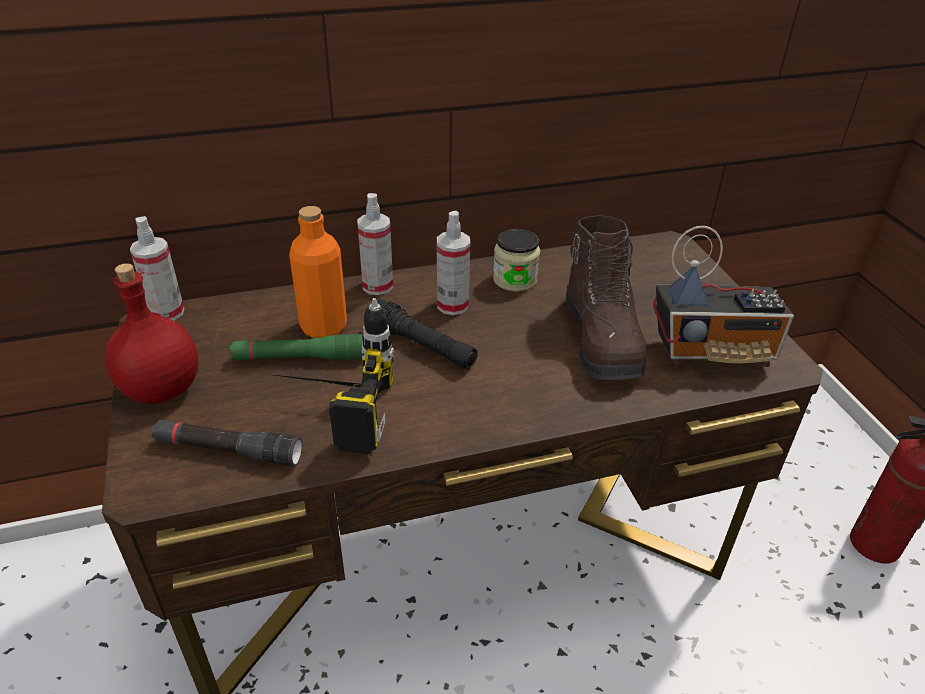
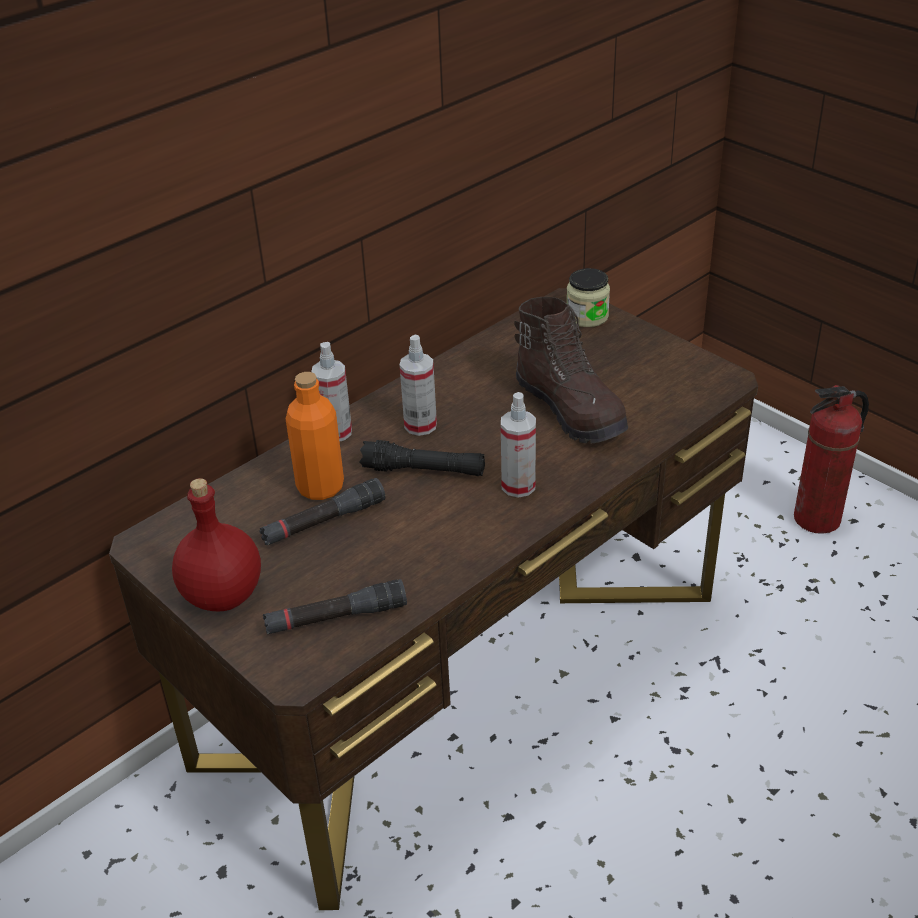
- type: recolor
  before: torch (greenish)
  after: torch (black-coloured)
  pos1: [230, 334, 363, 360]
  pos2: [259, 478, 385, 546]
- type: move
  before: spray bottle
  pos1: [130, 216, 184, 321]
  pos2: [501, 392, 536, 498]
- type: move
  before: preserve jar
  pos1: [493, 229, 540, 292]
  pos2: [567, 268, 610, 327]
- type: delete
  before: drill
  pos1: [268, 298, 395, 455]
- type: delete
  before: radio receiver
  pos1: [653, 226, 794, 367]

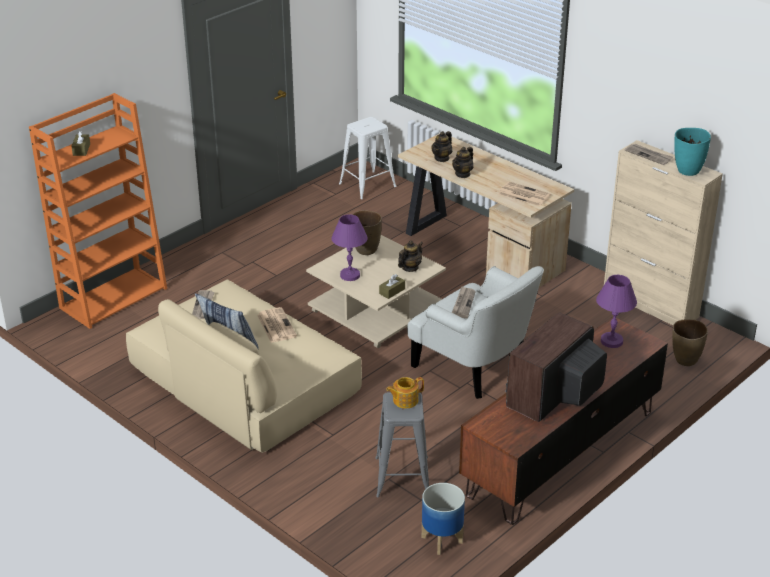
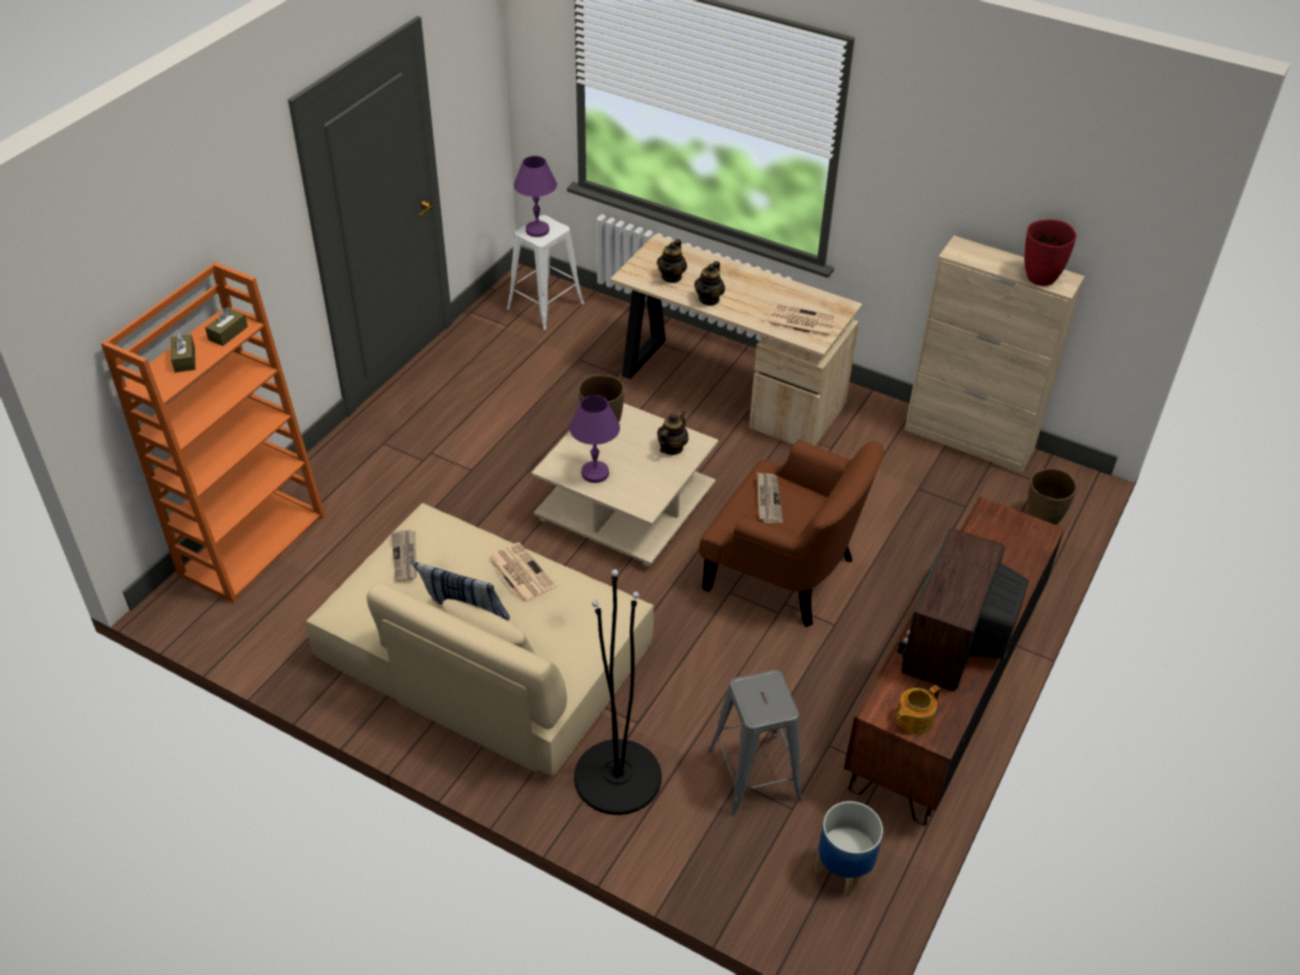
- type: move
  before: tissue box (brown-coloured)
  pos1: [379, 274, 405, 299]
  pos2: [205, 307, 248, 346]
- type: move
  before: lamp for a table (purplish)
  pos1: [596, 275, 637, 348]
  pos2: [514, 156, 557, 237]
- type: insert
  after: floor lamp (black-coloured)
  pos2: [574, 569, 662, 815]
- type: recolor
  before: easy chair (white)
  after: easy chair (brown-coloured)
  pos1: [407, 266, 544, 399]
  pos2: [699, 439, 884, 627]
- type: move
  before: teapot
  pos1: [386, 377, 424, 408]
  pos2: [896, 685, 940, 734]
- type: recolor
  before: flower vase (turquoise-coloured)
  after: flower vase (red-coloured)
  pos1: [674, 128, 711, 176]
  pos2: [1024, 219, 1077, 286]
- type: delete
  before: printed paper
  pos1: [624, 144, 673, 165]

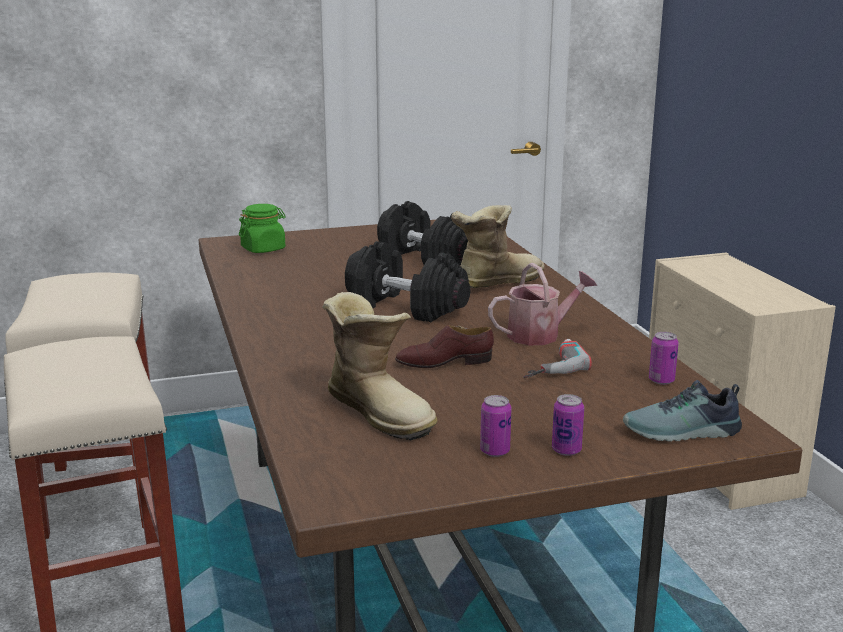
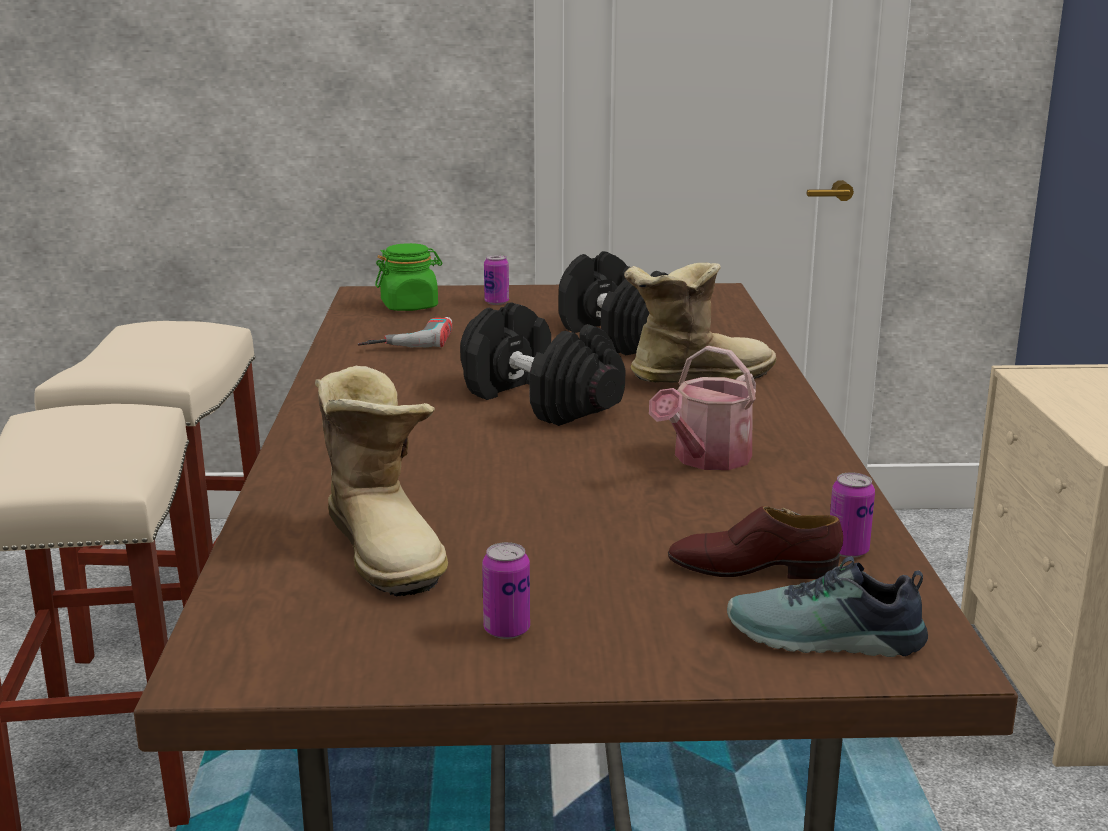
- type: move
  before: drill
  pos1: [524, 339, 592, 378]
  pos2: [358, 317, 452, 347]
- type: move
  before: metal can
  pos1: [552, 394, 584, 456]
  pos2: [484, 255, 509, 305]
- type: rotate
  before: watering can
  pos1: [488, 263, 597, 345]
  pos2: [649, 346, 756, 470]
  turn: 135
- type: move
  before: item of footwear (brown-coloured)
  pos1: [395, 325, 494, 368]
  pos2: [668, 506, 843, 579]

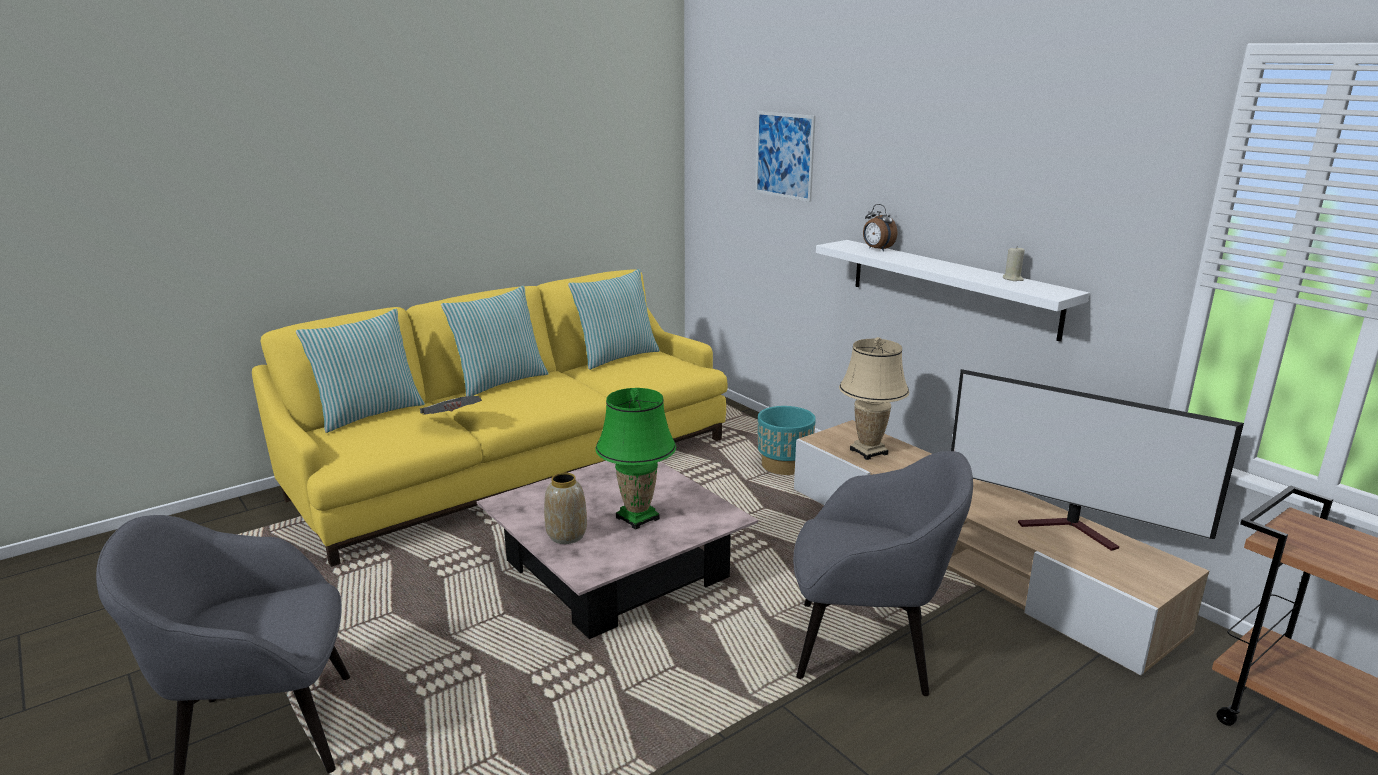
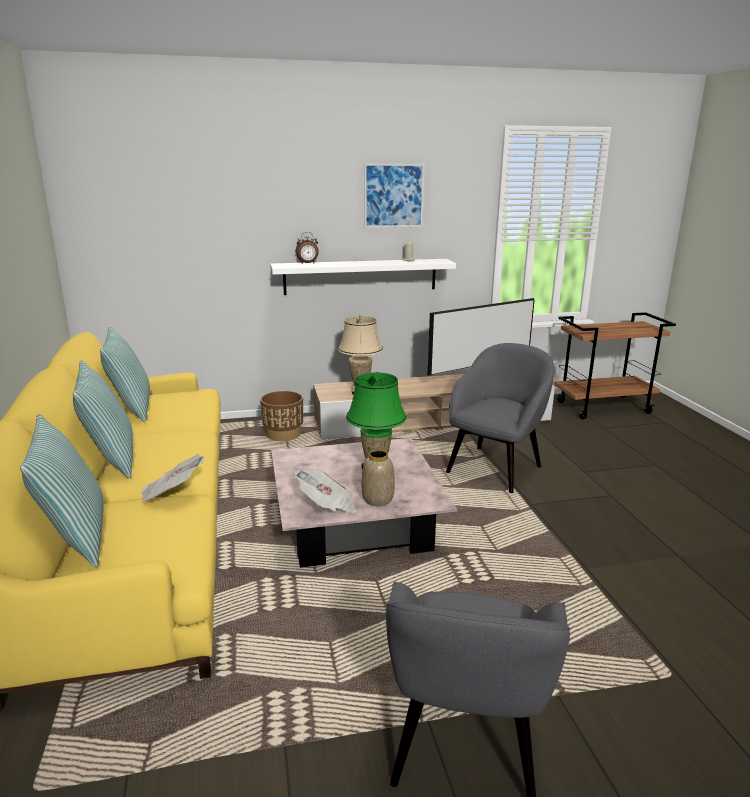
- type: recolor
  before: plant pot (turquoise-coloured)
  after: plant pot (brown-coloured)
  pos1: [758, 406, 816, 475]
  pos2: [260, 391, 303, 441]
- type: insert
  after: printed paper
  pos2: [295, 469, 357, 513]
- type: move
  before: wall art
  pos1: [755, 111, 815, 202]
  pos2: [364, 163, 425, 228]

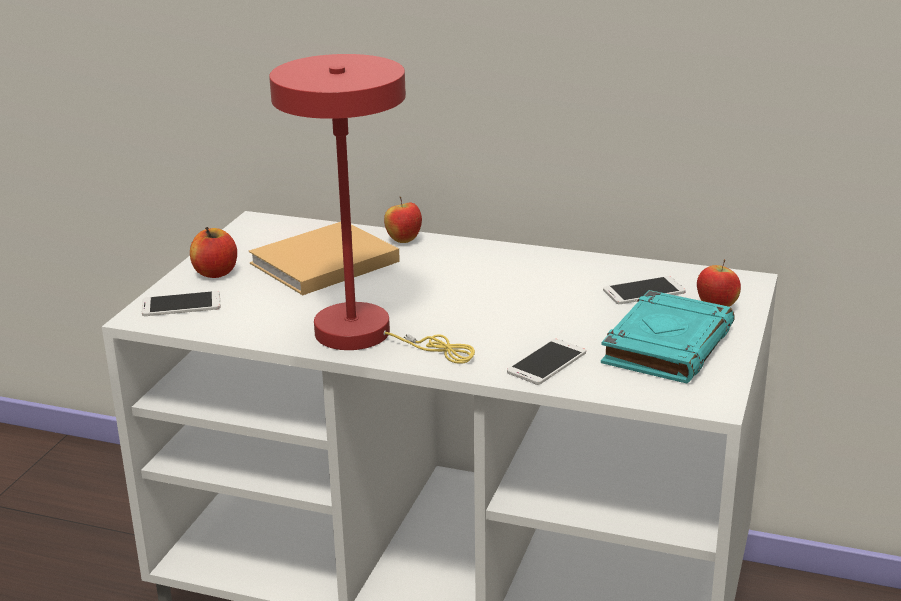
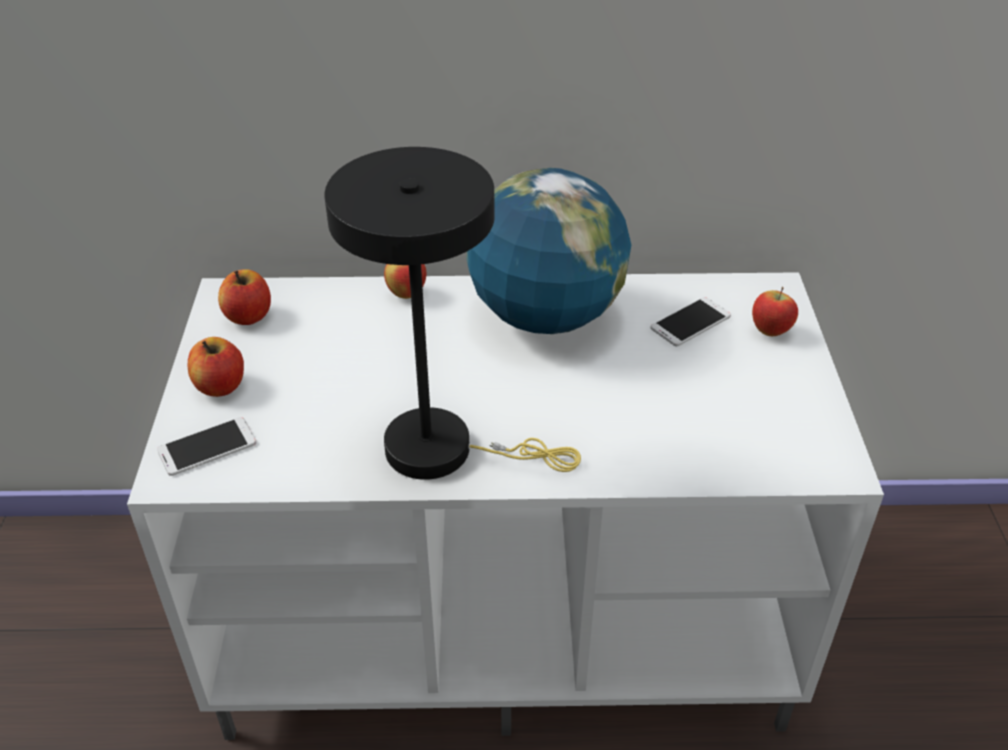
- type: insert
  after: whole apple
  pos2: [218, 269, 271, 325]
- type: recolor
  before: lamp for a table (red-coloured)
  after: lamp for a table (black-coloured)
  pos1: [269, 54, 475, 364]
  pos2: [324, 147, 581, 480]
- type: insert
  after: globe
  pos2: [466, 168, 631, 334]
- type: delete
  before: bound book (beige-coloured)
  pos1: [249, 222, 400, 295]
- type: delete
  before: handset
  pos1: [507, 339, 586, 385]
- type: delete
  before: bound book (turquoise-coloured)
  pos1: [601, 290, 735, 383]

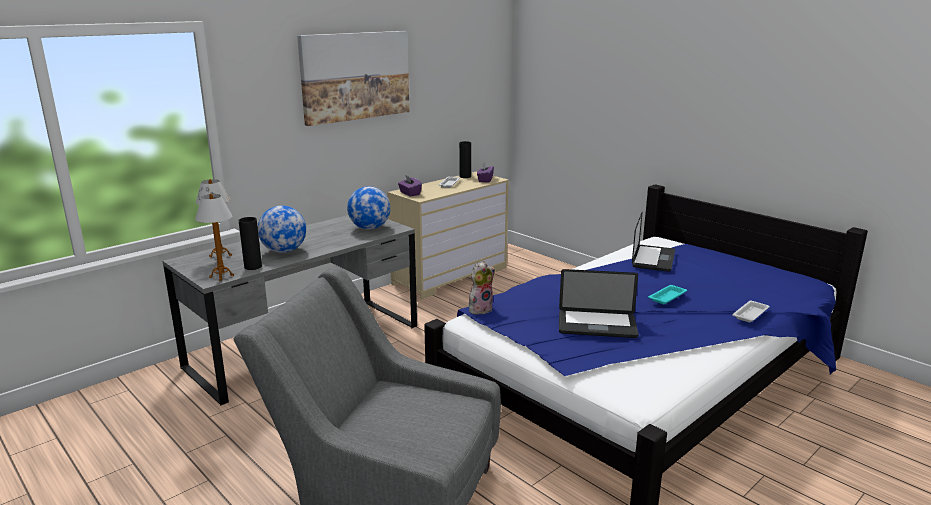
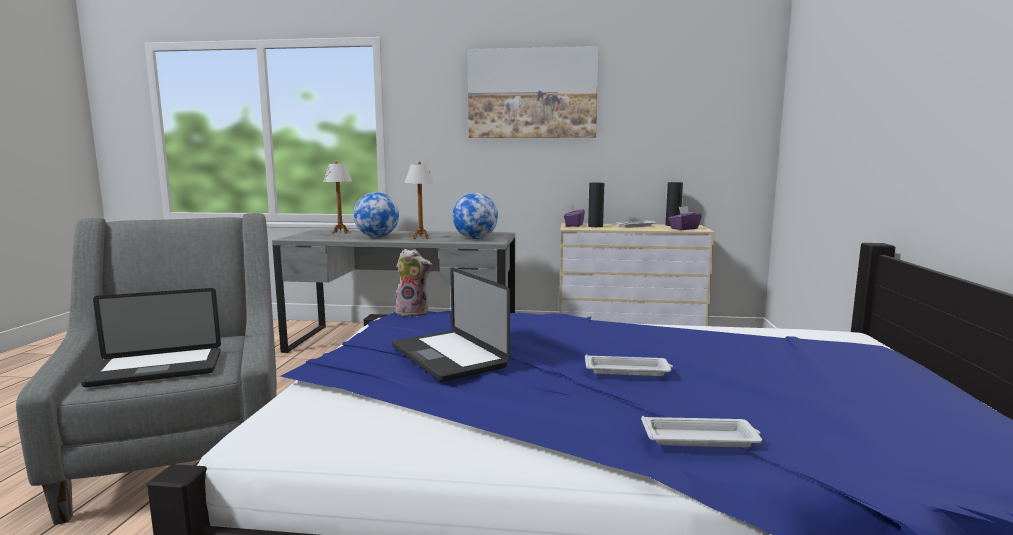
- type: move
  before: laptop
  pos1: [632, 212, 675, 272]
  pos2: [81, 288, 221, 387]
- type: move
  before: lamp for a table
  pos1: [195, 194, 234, 281]
  pos2: [404, 161, 435, 239]
- type: recolor
  before: tray (turquoise-coloured)
  after: tray (white)
  pos1: [648, 285, 687, 304]
  pos2: [585, 355, 673, 376]
- type: move
  before: flower vase (black-coloured)
  pos1: [239, 217, 262, 270]
  pos2: [588, 183, 604, 227]

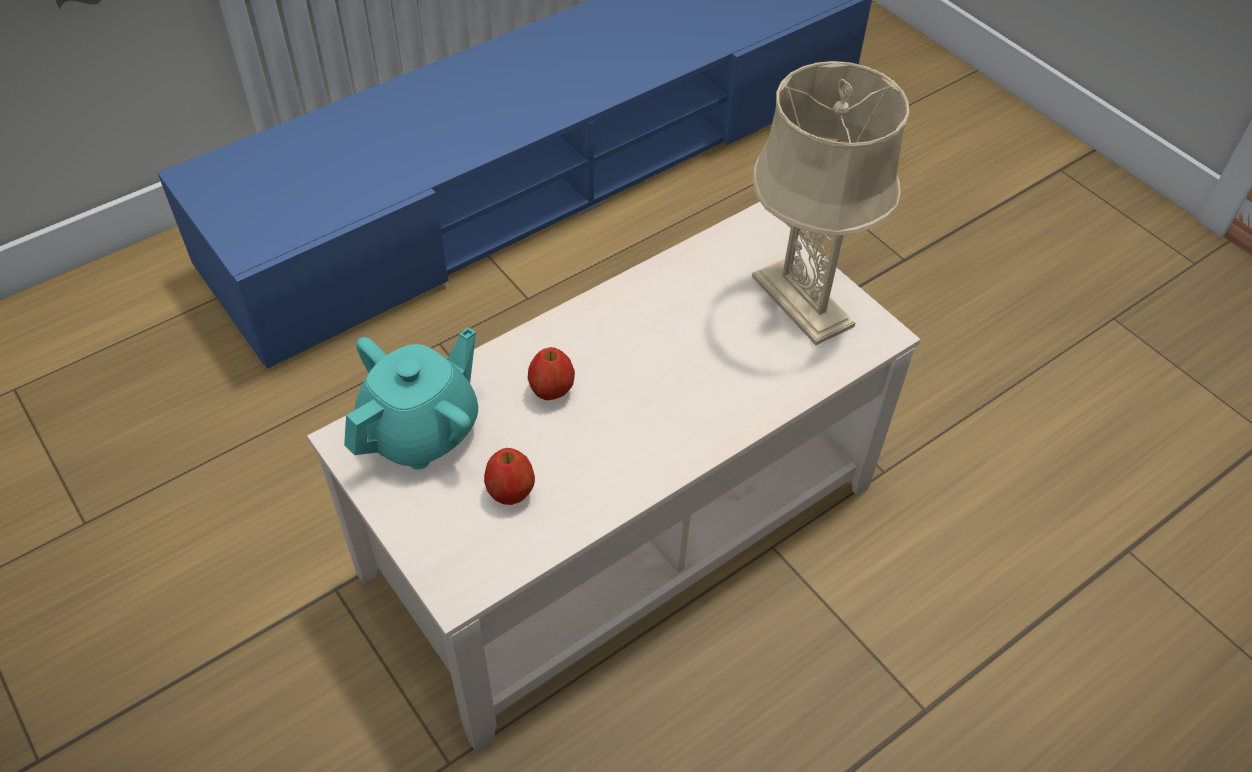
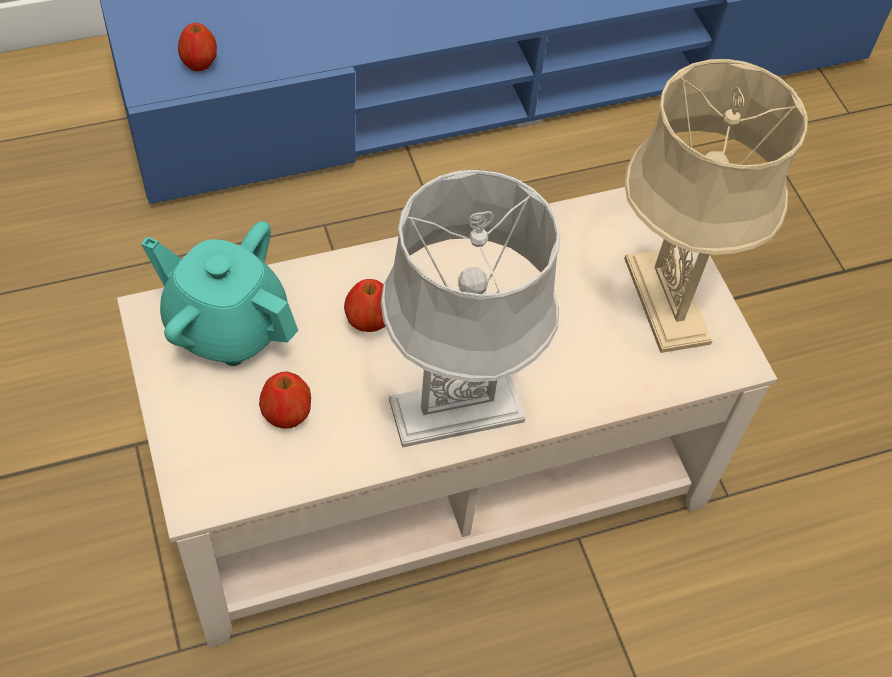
- type: rotate
  before: teapot (turquoise-coloured)
  pos1: [344, 327, 478, 470]
  pos2: [141, 221, 298, 366]
  turn: -120
- type: insert
  after: whole apple
  pos2: [178, 23, 217, 71]
- type: insert
  after: lamp for a table (gray)
  pos2: [381, 169, 560, 448]

